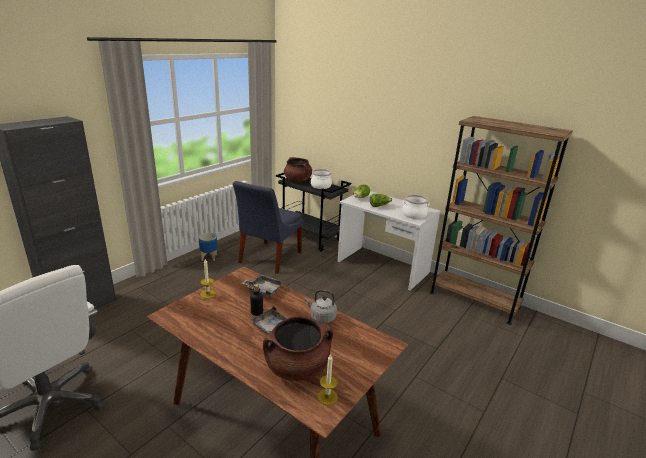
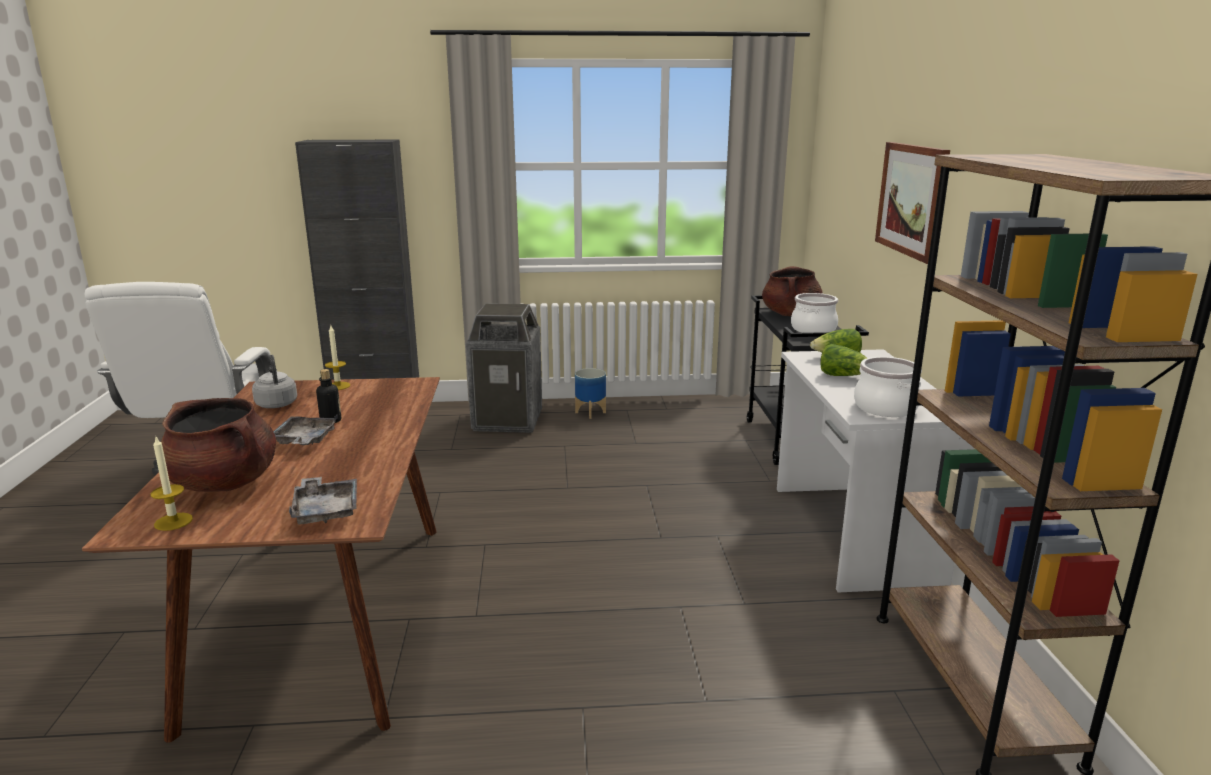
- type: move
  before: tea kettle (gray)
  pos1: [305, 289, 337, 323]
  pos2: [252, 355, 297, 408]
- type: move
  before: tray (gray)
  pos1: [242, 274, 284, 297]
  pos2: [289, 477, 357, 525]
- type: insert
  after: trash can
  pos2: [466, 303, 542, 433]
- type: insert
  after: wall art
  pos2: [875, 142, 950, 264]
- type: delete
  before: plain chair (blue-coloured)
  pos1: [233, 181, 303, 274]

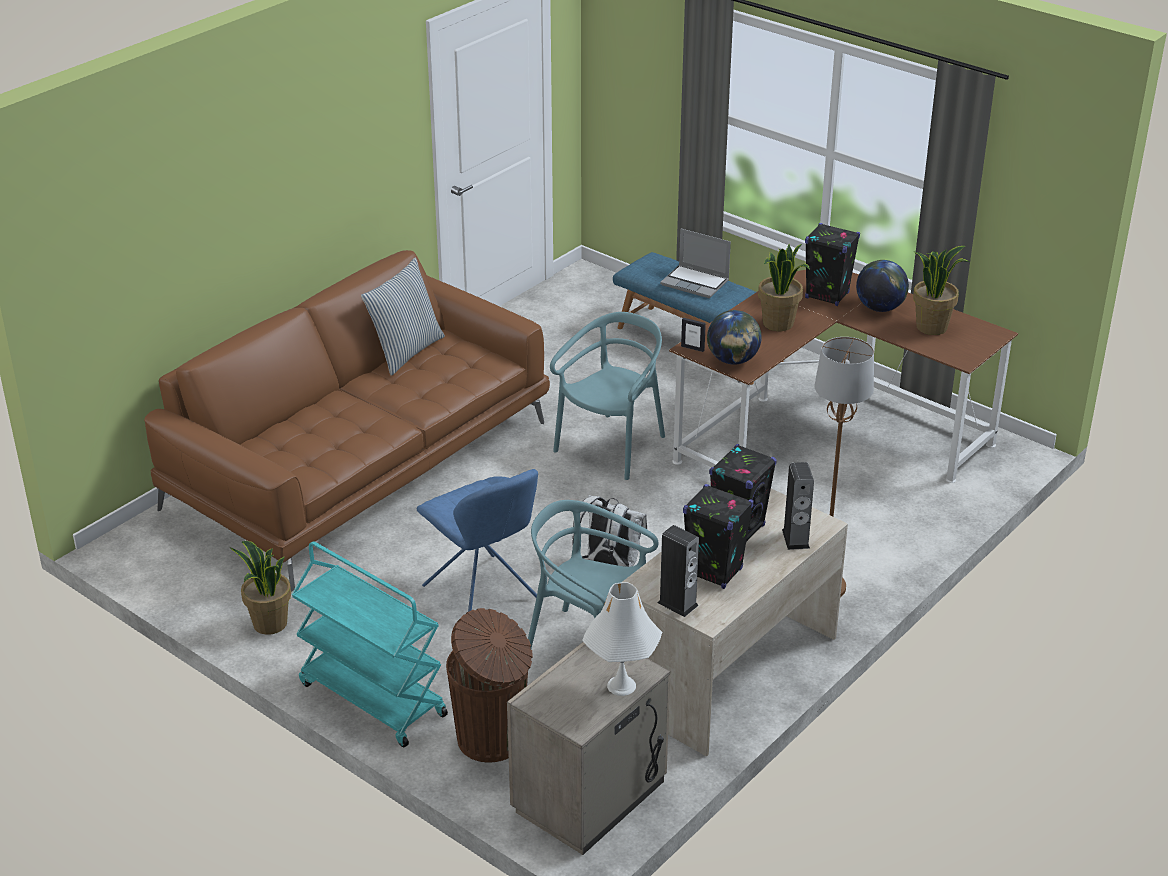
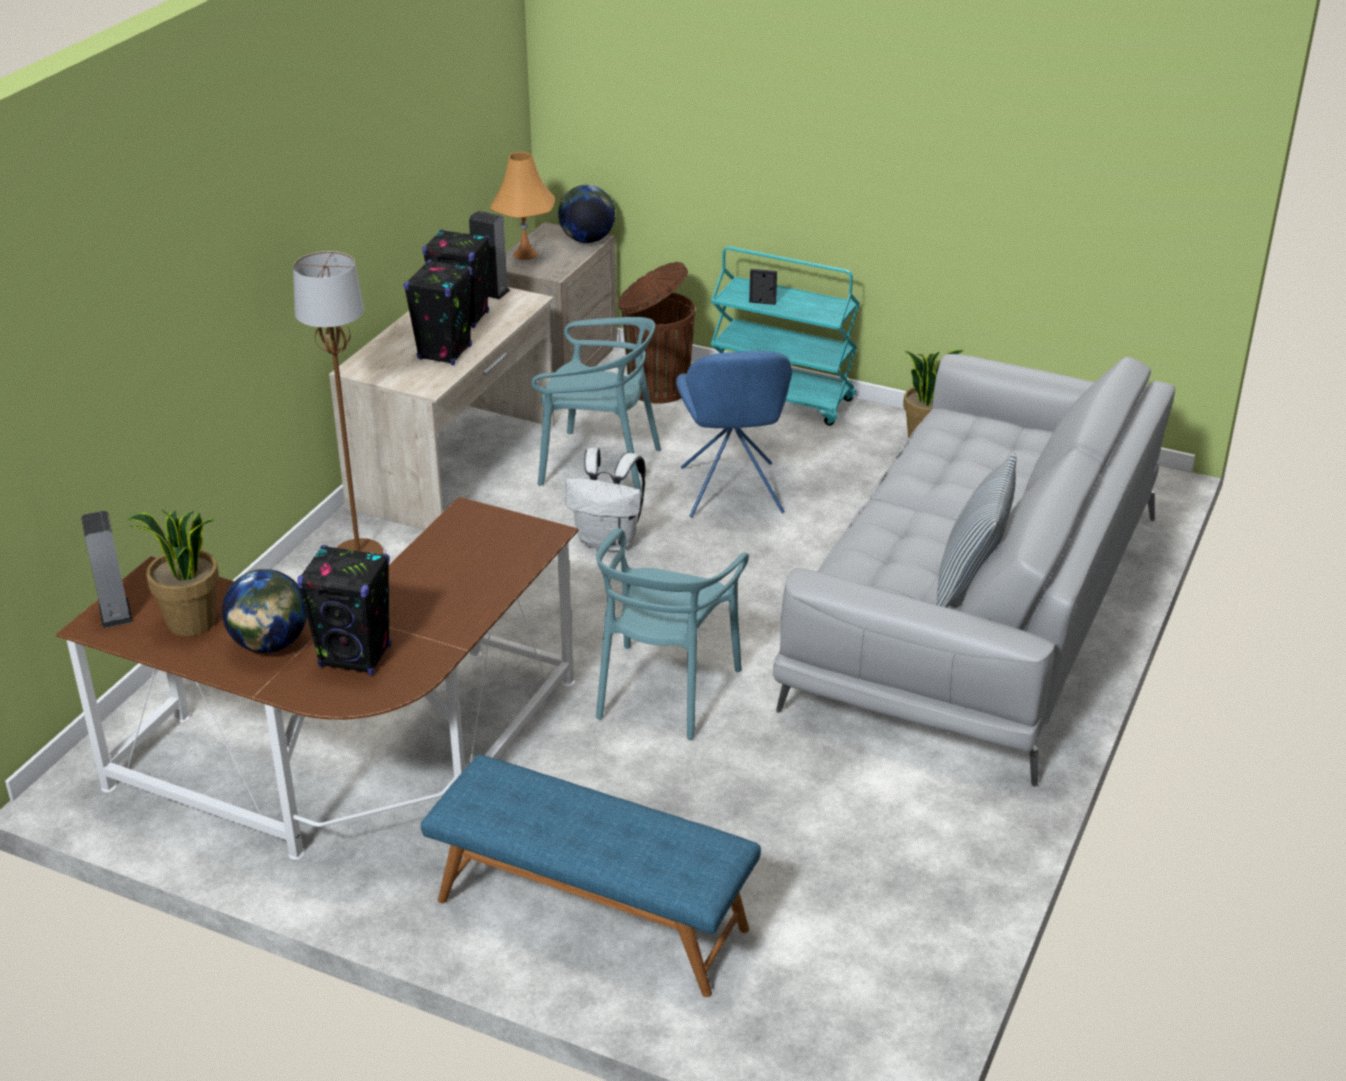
- type: move
  before: loudspeaker
  pos1: [782, 462, 814, 550]
  pos2: [81, 511, 133, 628]
- type: recolor
  before: lamp for a table (white)
  after: lamp for a table (orange)
  pos1: [582, 582, 662, 696]
  pos2: [490, 152, 555, 260]
- type: move
  before: globe
  pos1: [707, 310, 762, 365]
  pos2: [558, 185, 616, 243]
- type: rotate
  before: plain chair (blue-coloured)
  pos1: [417, 469, 538, 612]
  pos2: [676, 351, 792, 518]
  turn: -135
- type: move
  before: picture frame
  pos1: [681, 318, 706, 352]
  pos2: [749, 269, 777, 305]
- type: recolor
  before: couch (brown-coloured)
  after: couch (gray)
  pos1: [144, 250, 550, 591]
  pos2: [773, 354, 1175, 787]
- type: delete
  before: laptop
  pos1: [660, 228, 731, 298]
- type: delete
  before: potted plant
  pos1: [758, 244, 810, 331]

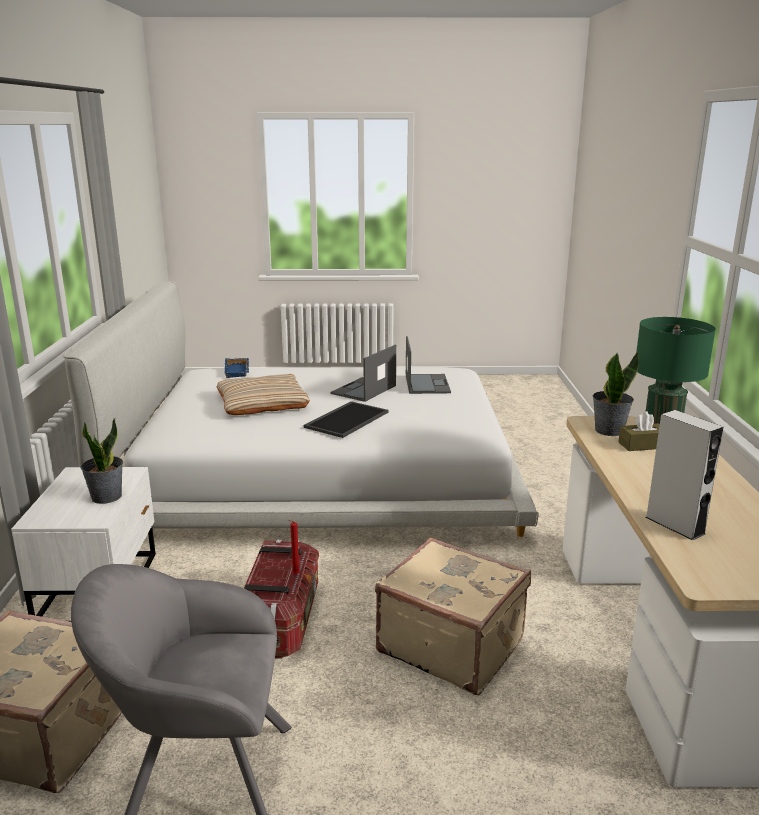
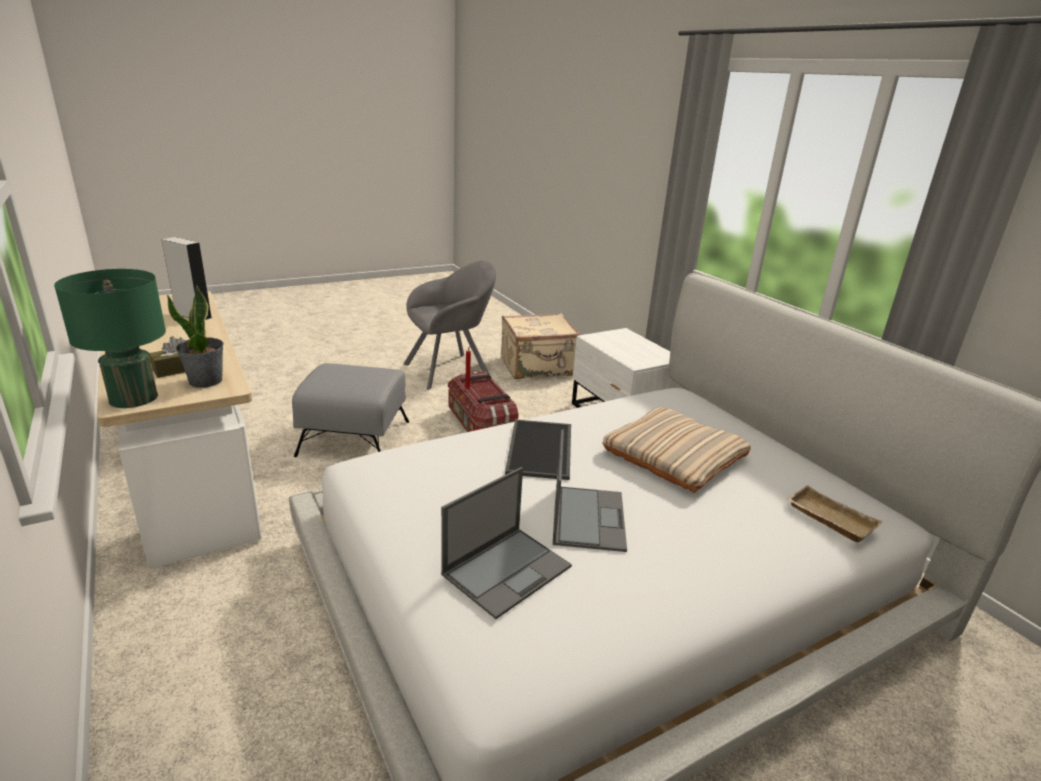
- type: replace
  before: suitcase (beige-coloured)
  after: footrest (gray)
  pos1: [375, 538, 531, 695]
  pos2: [292, 363, 409, 457]
- type: rotate
  before: laptop
  pos1: [406, 336, 451, 394]
  pos2: [441, 467, 572, 619]
  turn: -105
- type: recolor
  before: tray (blue-coloured)
  after: tray (beige-coloured)
  pos1: [224, 358, 249, 378]
  pos2: [786, 485, 883, 542]
- type: delete
  before: potted plant
  pos1: [81, 418, 123, 504]

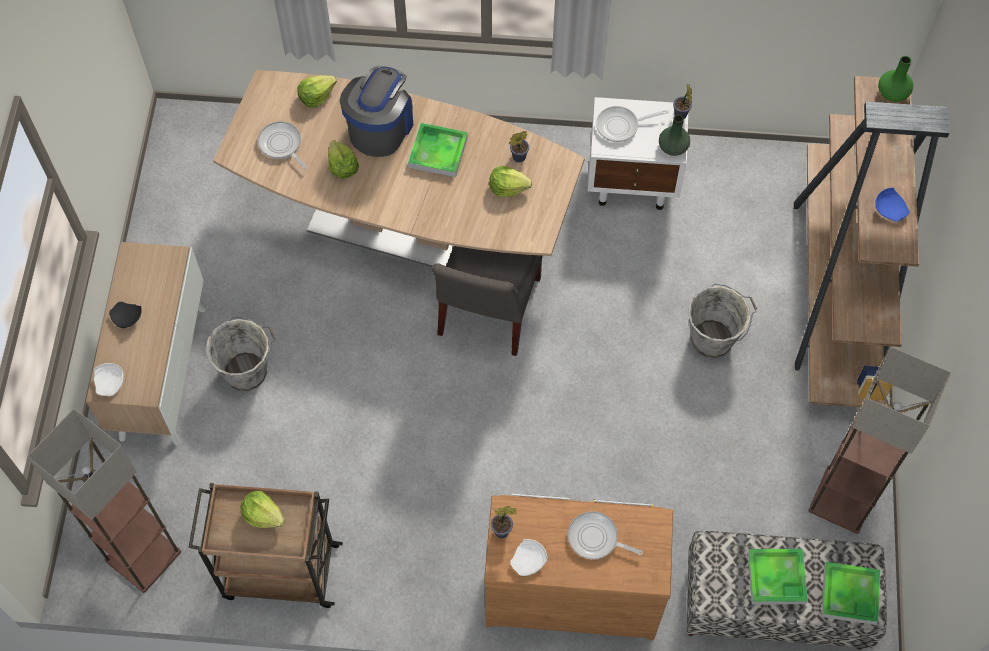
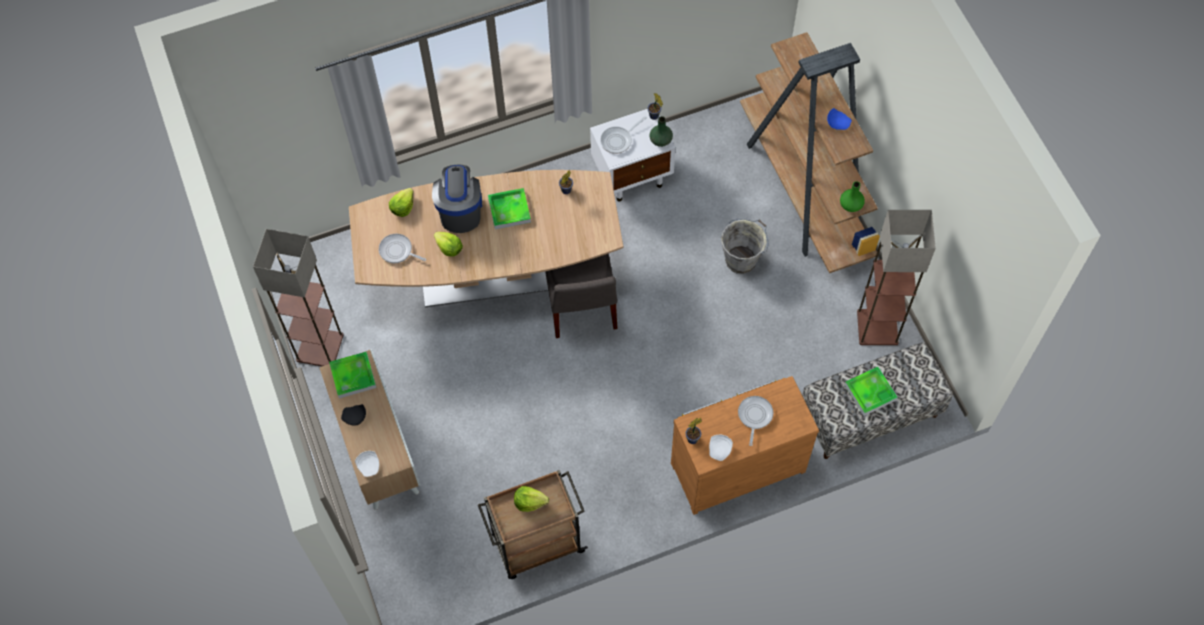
- type: move
  before: floor lamp
  pos1: [27, 408, 181, 593]
  pos2: [253, 229, 344, 366]
- type: move
  before: tray
  pos1: [821, 562, 880, 625]
  pos2: [329, 351, 376, 398]
- type: rotate
  before: pan
  pos1: [568, 511, 643, 560]
  pos2: [738, 396, 773, 446]
  turn: 105
- type: move
  before: flower vase (greenish)
  pos1: [878, 56, 913, 102]
  pos2: [840, 181, 865, 212]
- type: delete
  before: water bucket (gray)
  pos1: [205, 317, 276, 391]
- type: delete
  before: head of lettuce
  pos1: [489, 166, 532, 197]

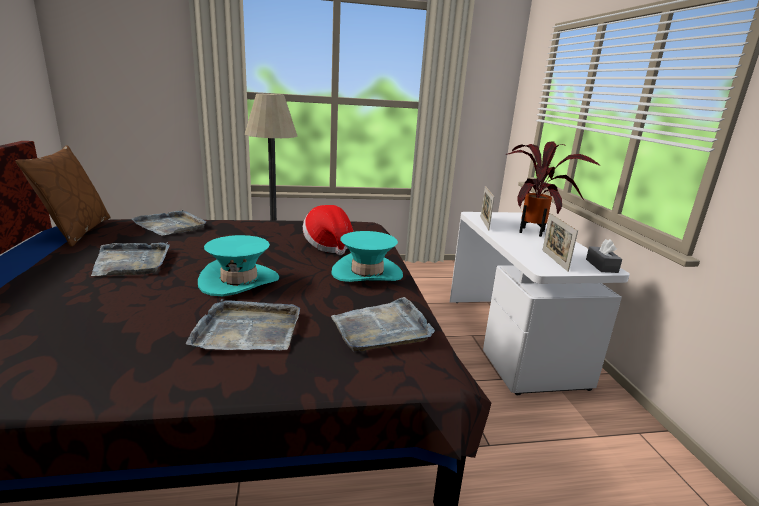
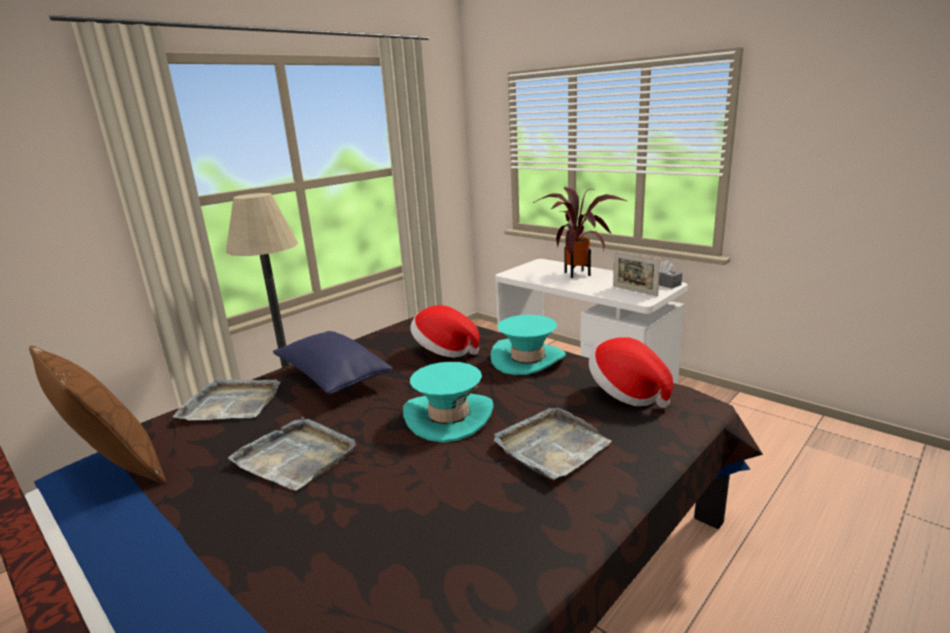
- type: insert
  after: throw pillow (blue-coloured)
  pos2: [273, 331, 393, 394]
- type: replace
  before: tray (gray)
  after: hat
  pos1: [331, 297, 435, 352]
  pos2: [589, 337, 673, 408]
- type: delete
  before: picture frame
  pos1: [480, 186, 494, 230]

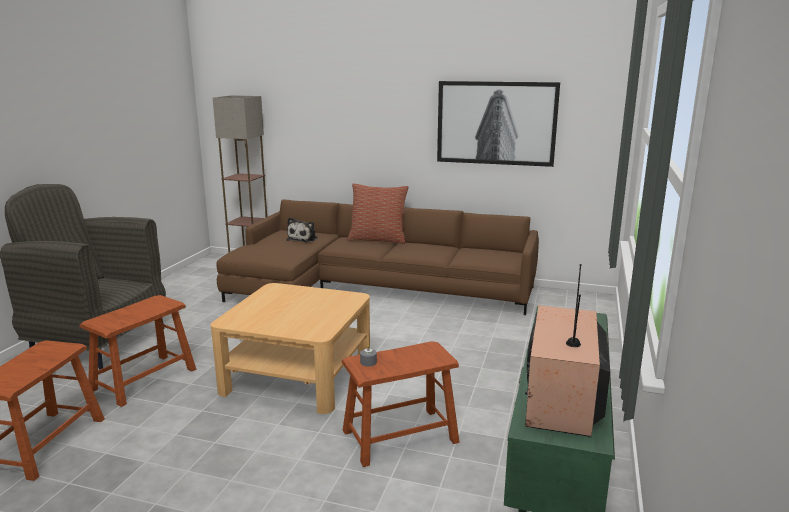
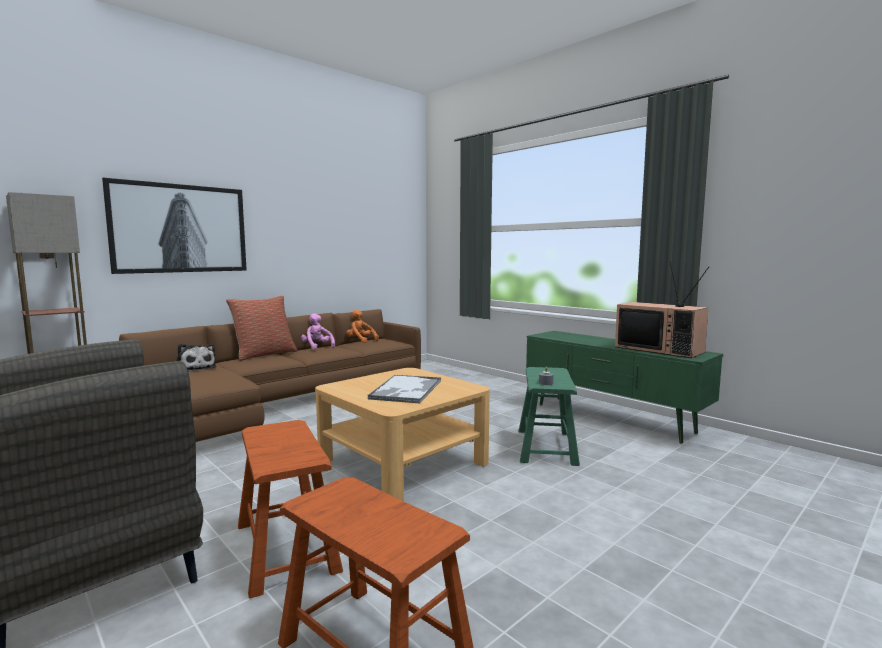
- type: move
  before: wall art
  pos1: [437, 81, 560, 167]
  pos2: [102, 178, 247, 274]
- type: insert
  after: plush toy (pink)
  pos2: [301, 313, 335, 350]
- type: insert
  after: plush toy (orange)
  pos2: [346, 310, 379, 343]
- type: insert
  after: tray
  pos2: [368, 375, 441, 403]
- type: recolor
  before: stool (brown-coloured)
  after: stool (greenish)
  pos1: [342, 341, 459, 467]
  pos2: [519, 367, 580, 466]

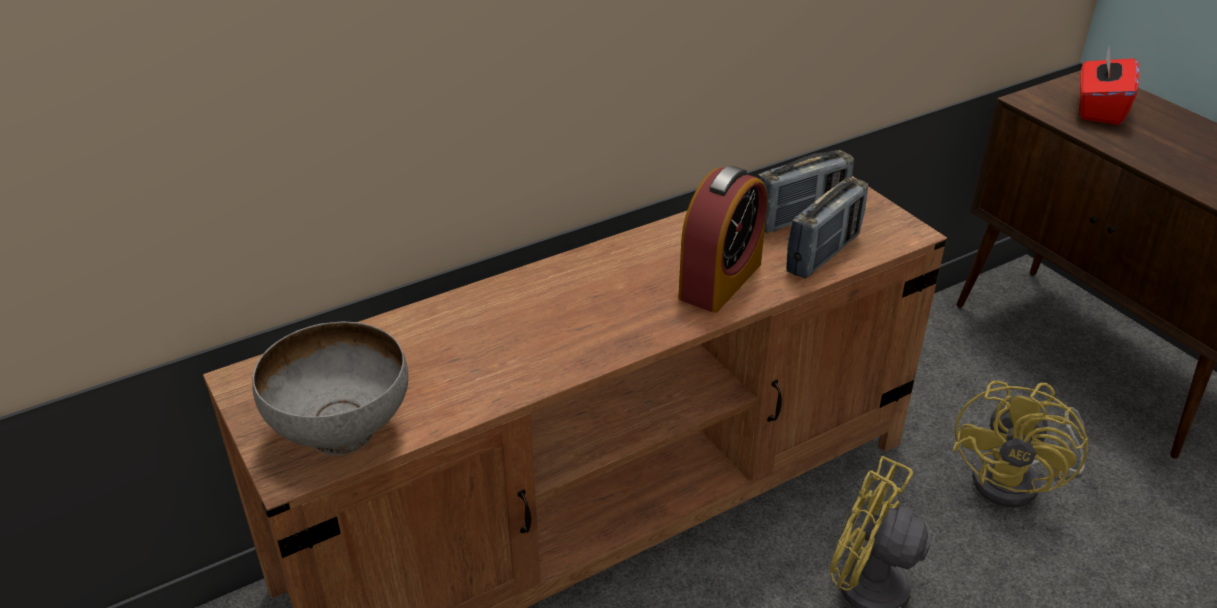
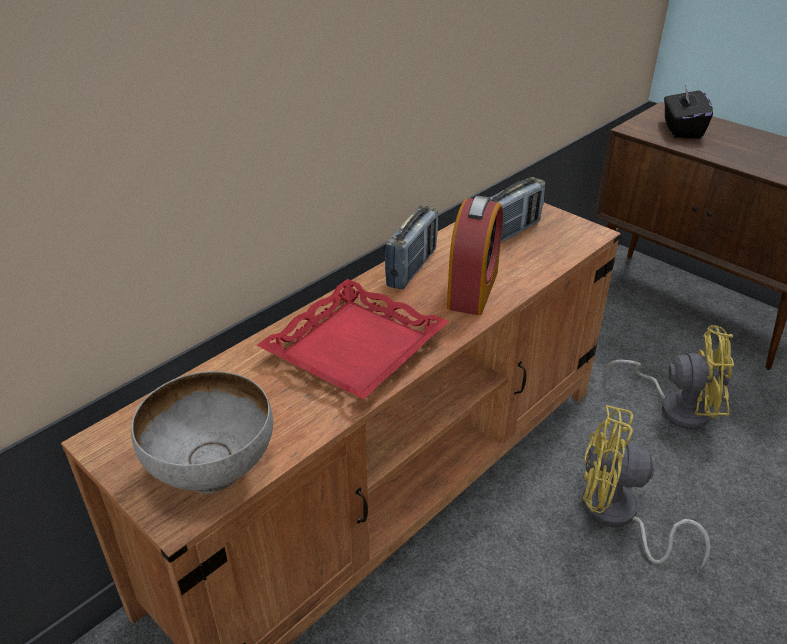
- type: insert
  after: tray (red-coloured)
  pos2: [256, 279, 449, 400]
- type: move
  before: radio receiver
  pos1: [786, 177, 868, 279]
  pos2: [385, 205, 438, 289]
- type: rotate
  before: electric fan (yellow)
  pos1: [953, 381, 1088, 507]
  pos2: [607, 325, 734, 429]
  turn: -90
- type: recolor
  before: tissue box (red-coloured)
  after: tissue box (black-coloured)
  pos1: [1080, 46, 1139, 125]
  pos2: [664, 81, 713, 138]

